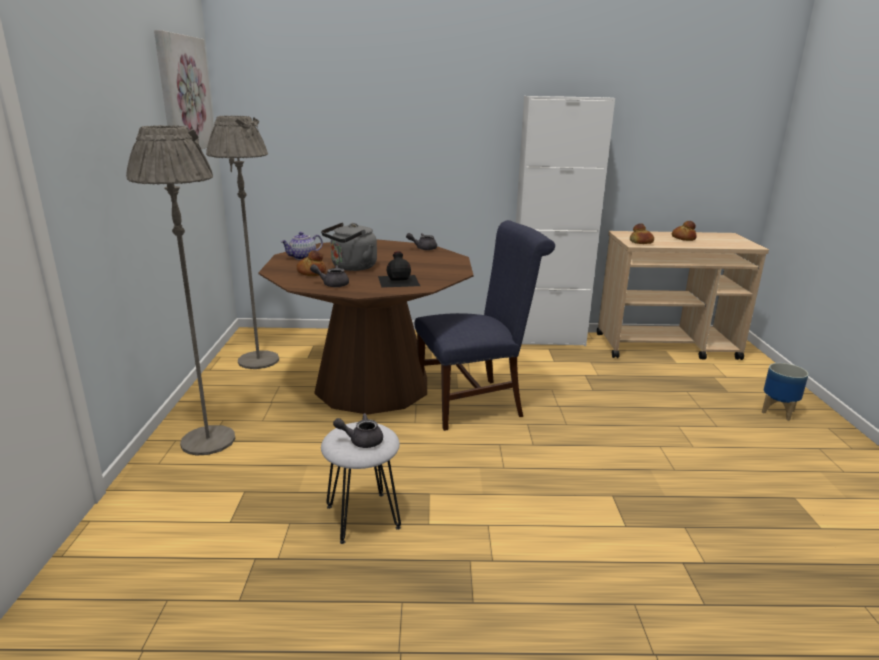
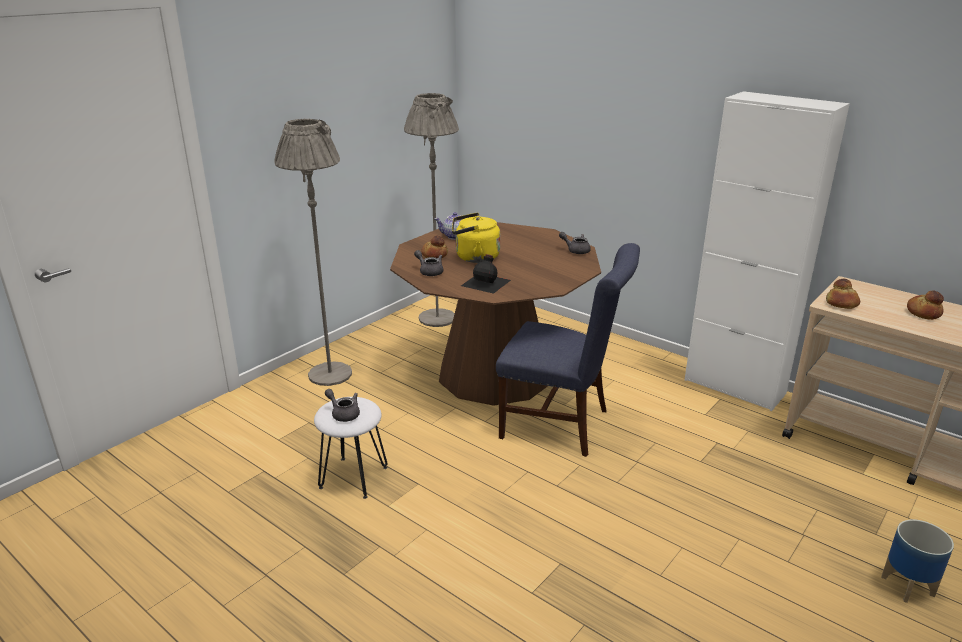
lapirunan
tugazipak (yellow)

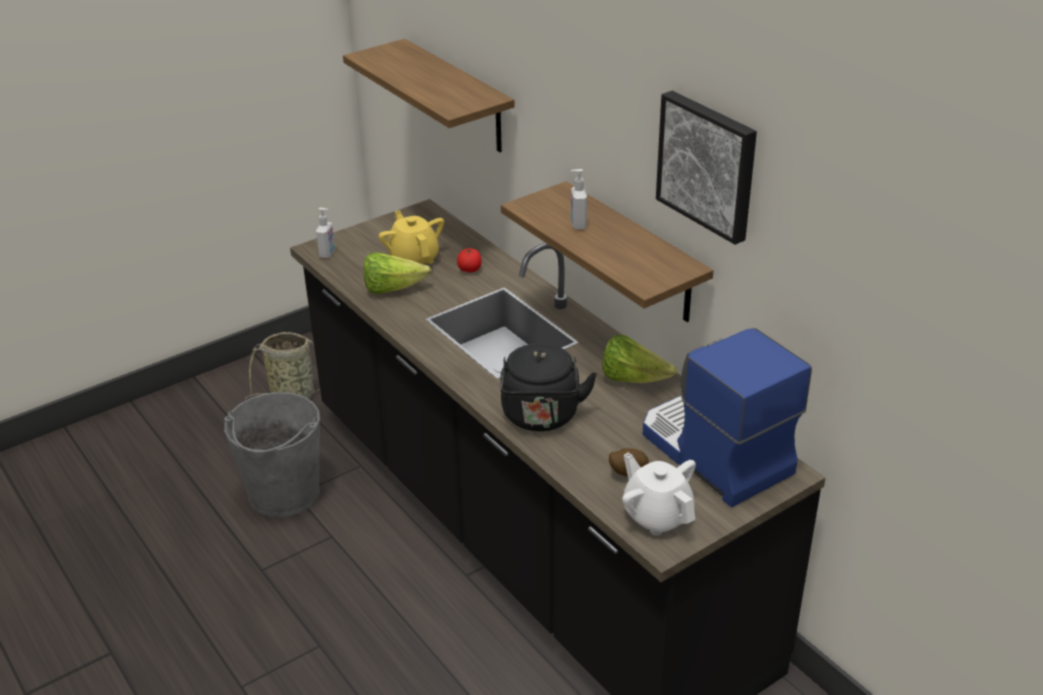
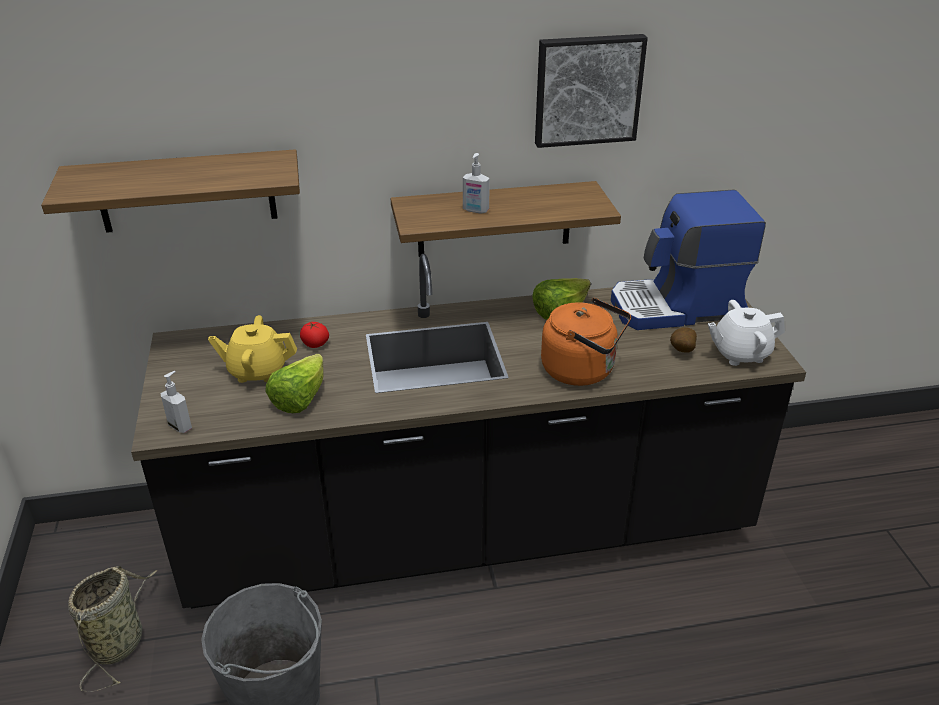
tugazipak (orange)

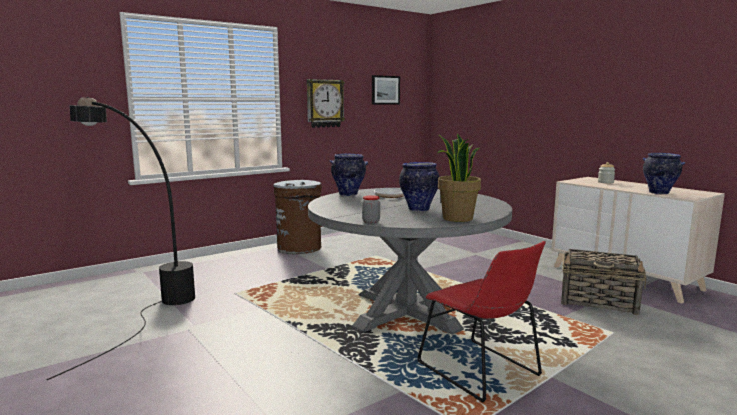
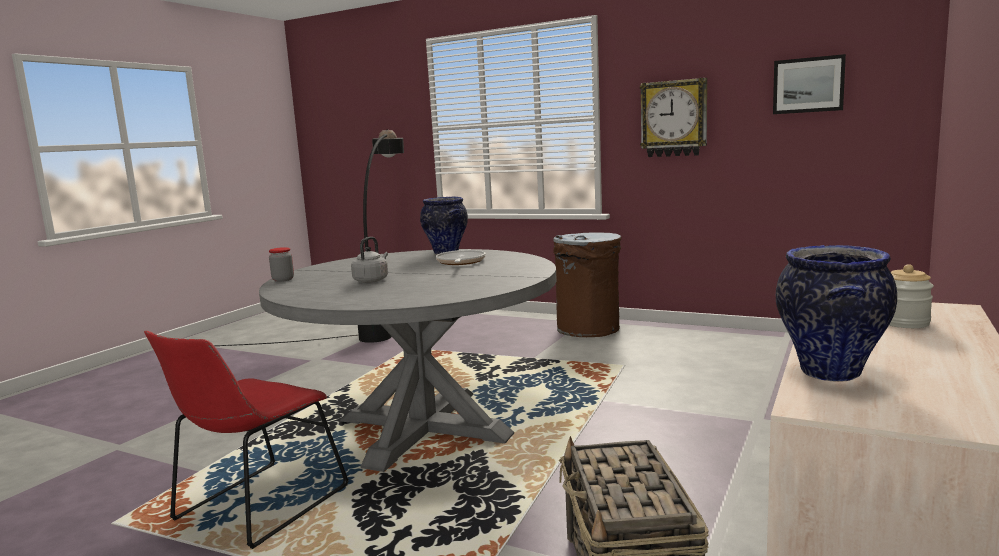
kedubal
tugazipak (grey)

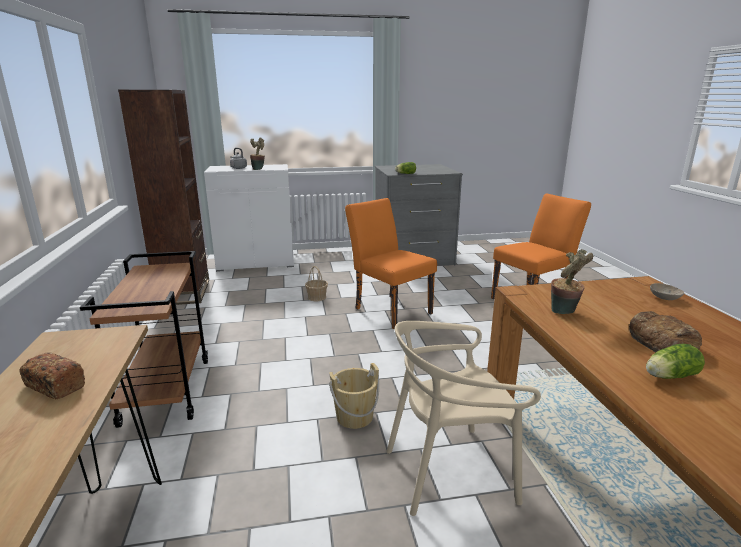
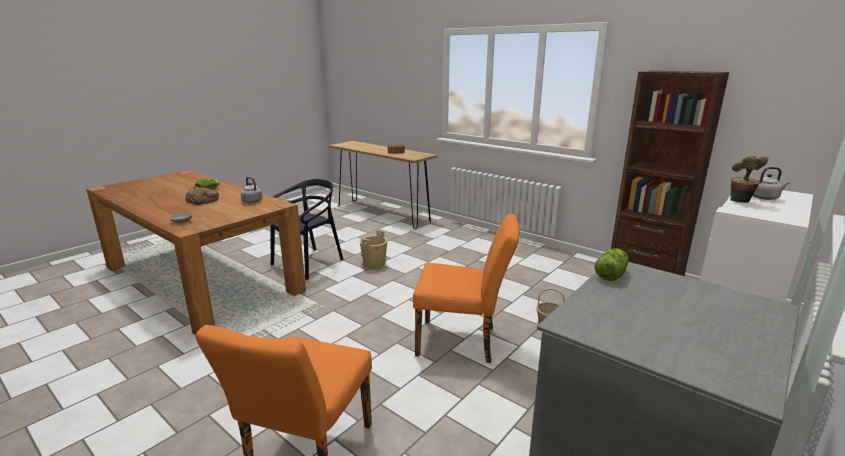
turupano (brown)
tugazipak (grey) (1st from left)
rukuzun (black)

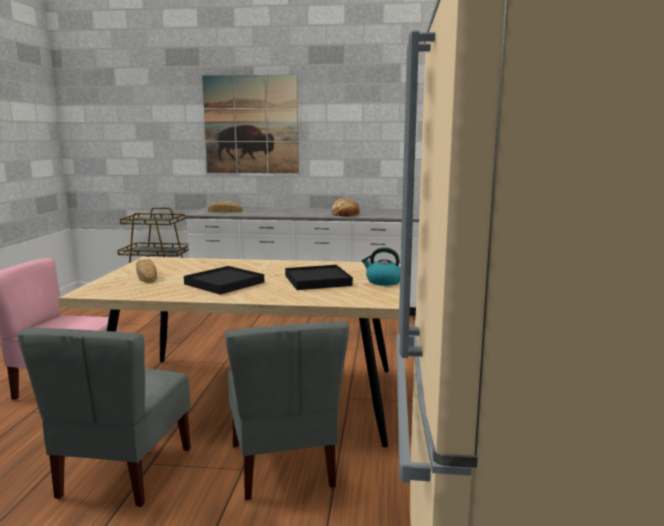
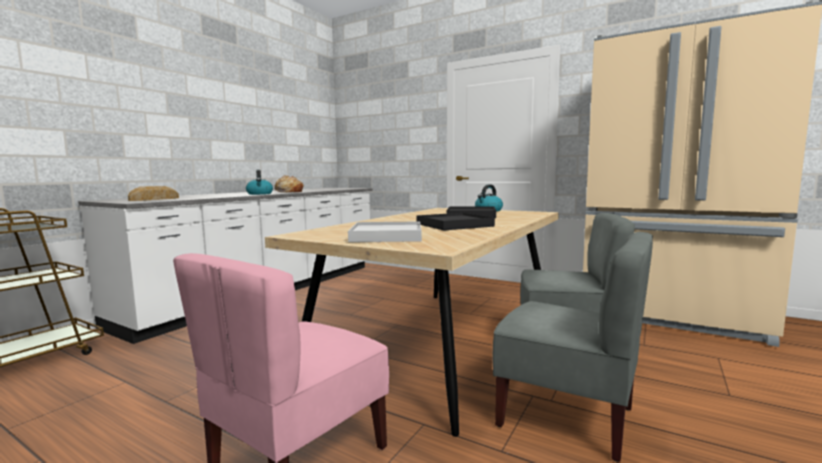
lapirunan
tugazipak (1st from left)
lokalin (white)

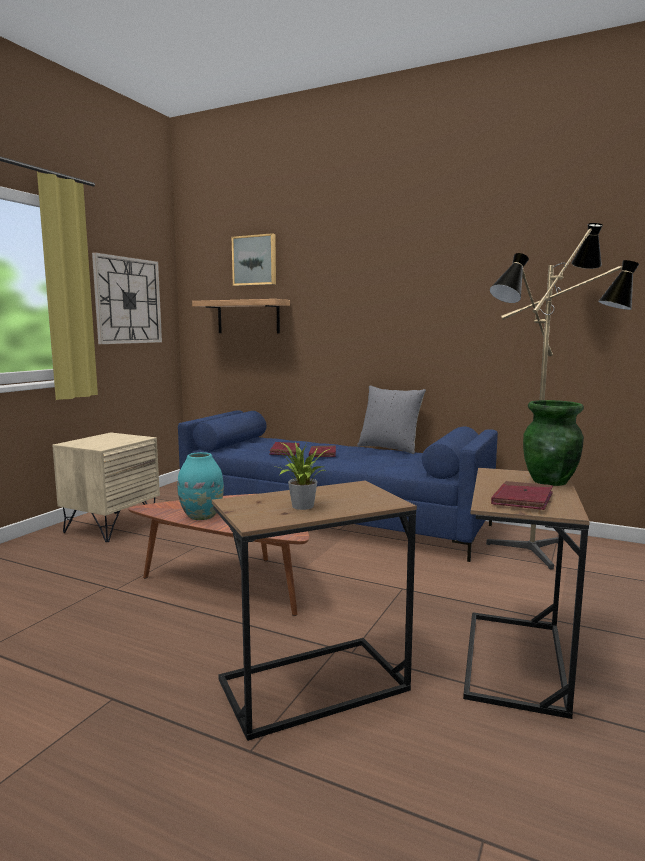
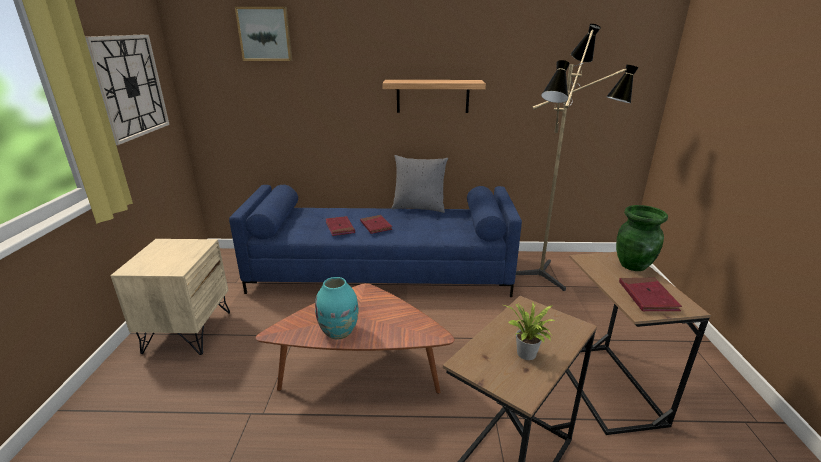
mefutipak

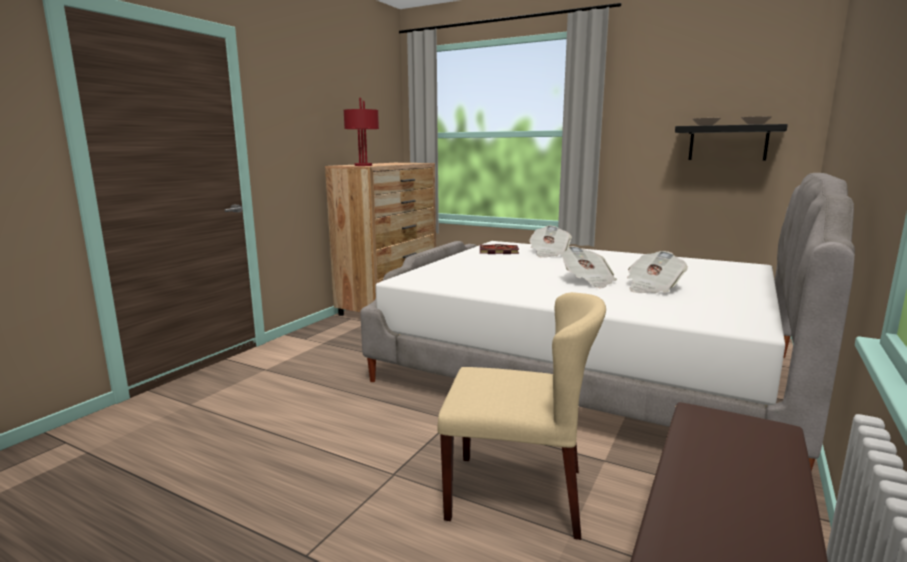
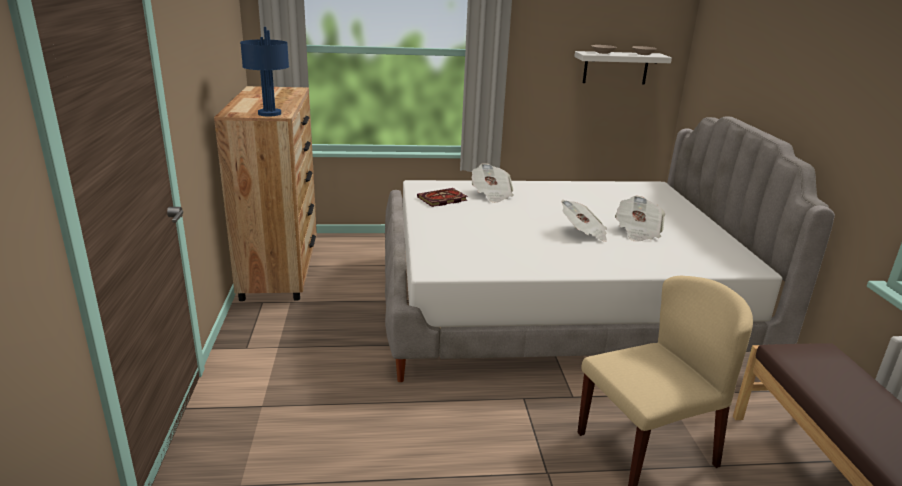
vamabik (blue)
mefutipak (white)

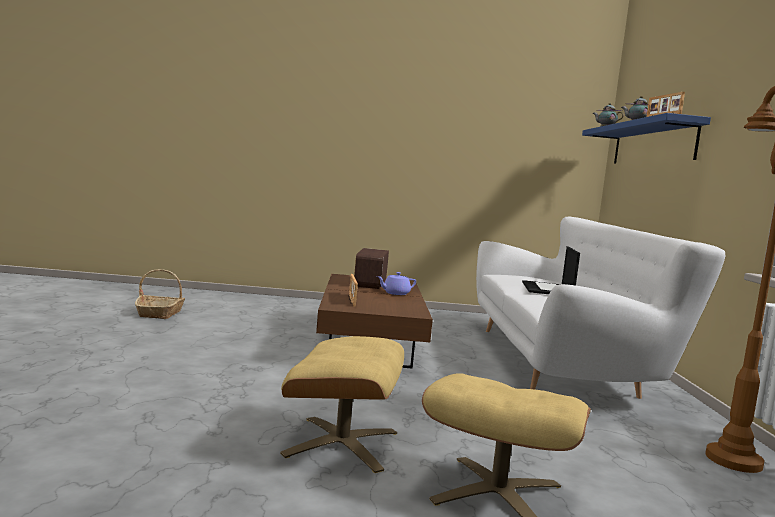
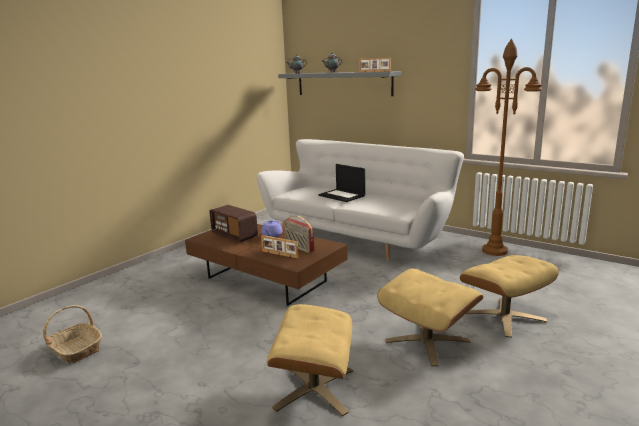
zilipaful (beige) (1st from left)
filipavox (2nd from left)
mefutipak (grey)

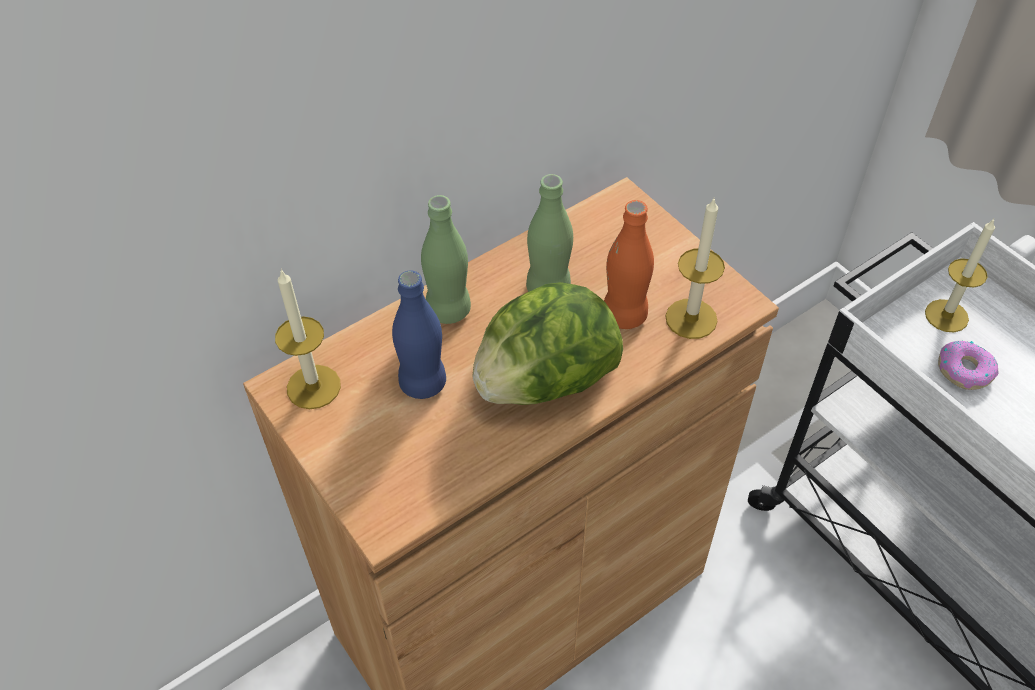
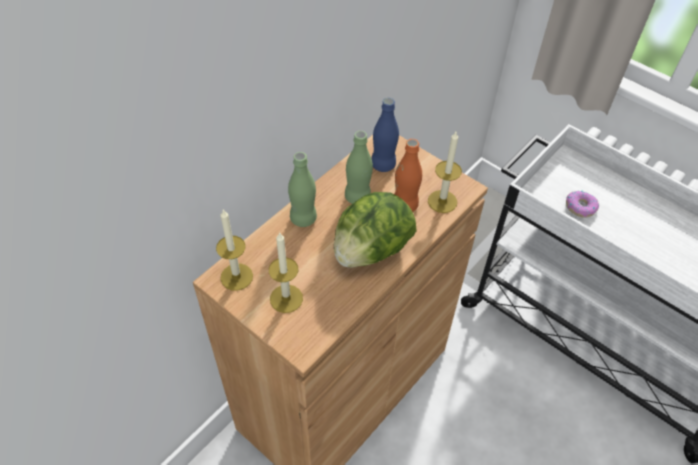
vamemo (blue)
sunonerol (2nd from left)

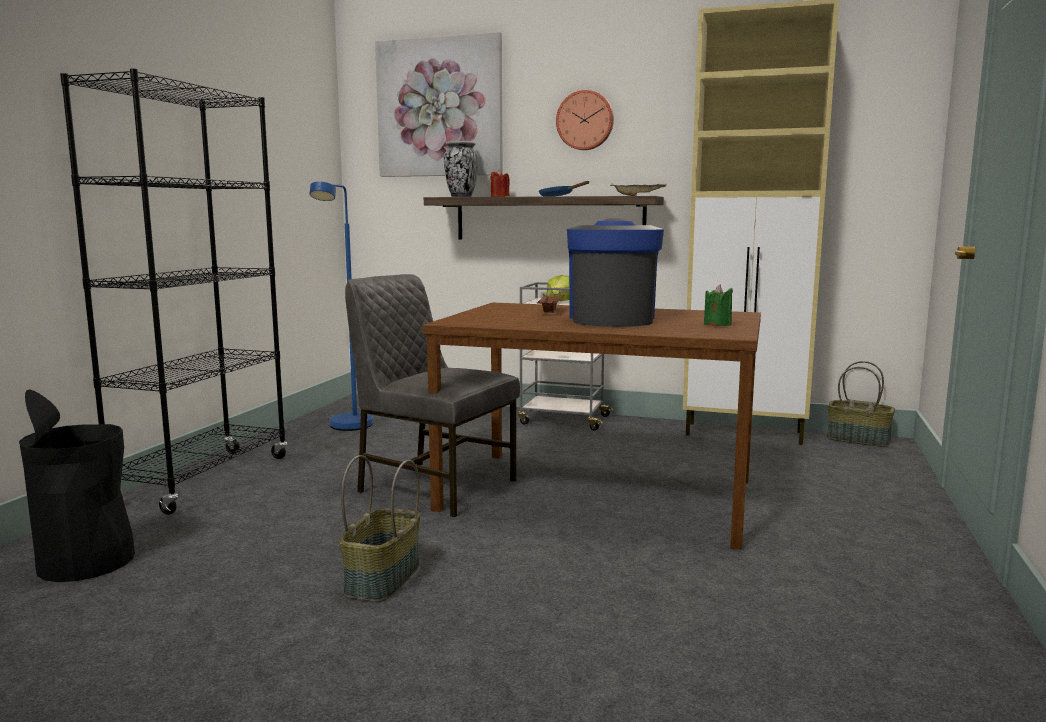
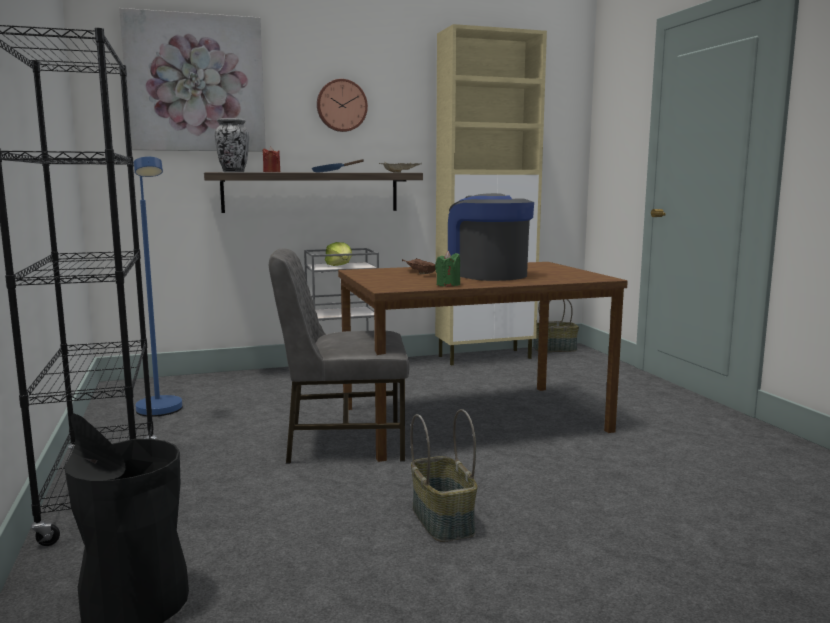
sunonerol (green)

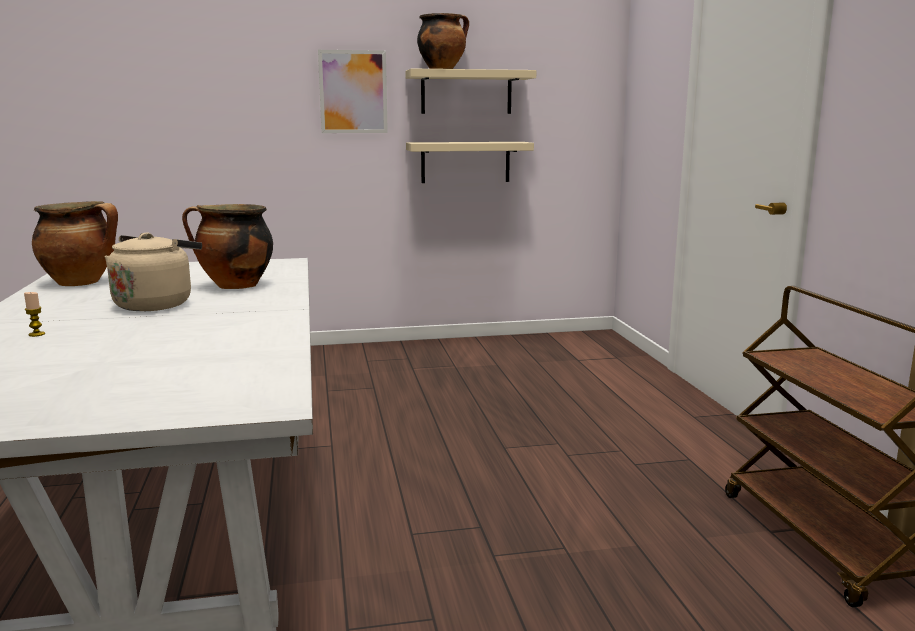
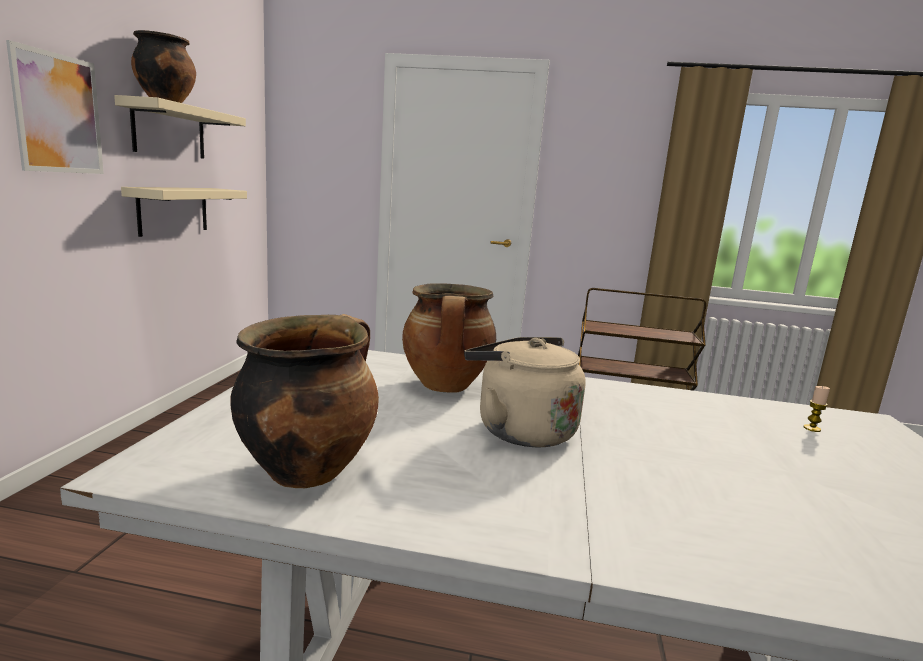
sunonerol

